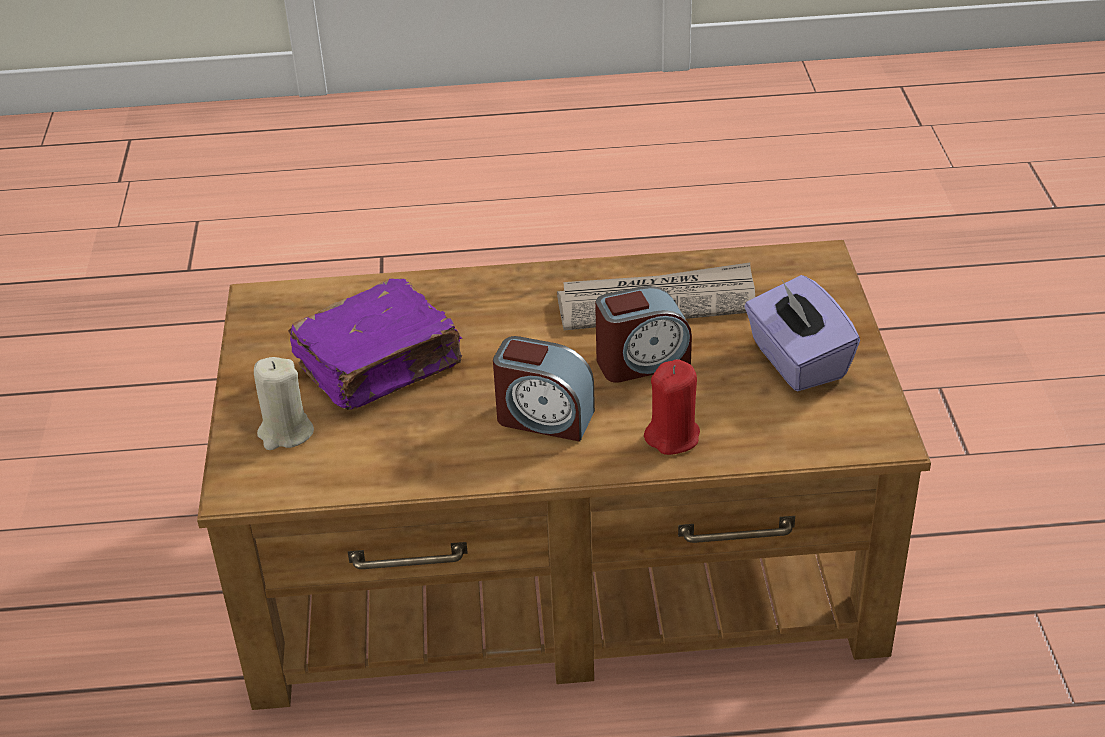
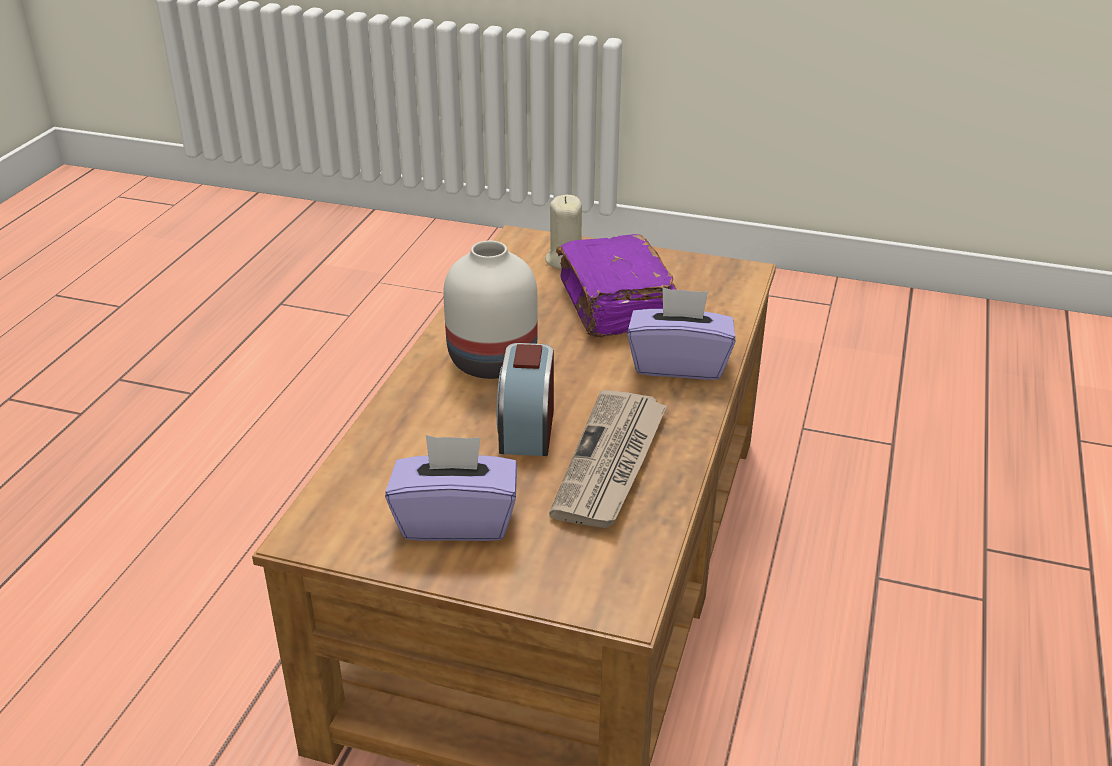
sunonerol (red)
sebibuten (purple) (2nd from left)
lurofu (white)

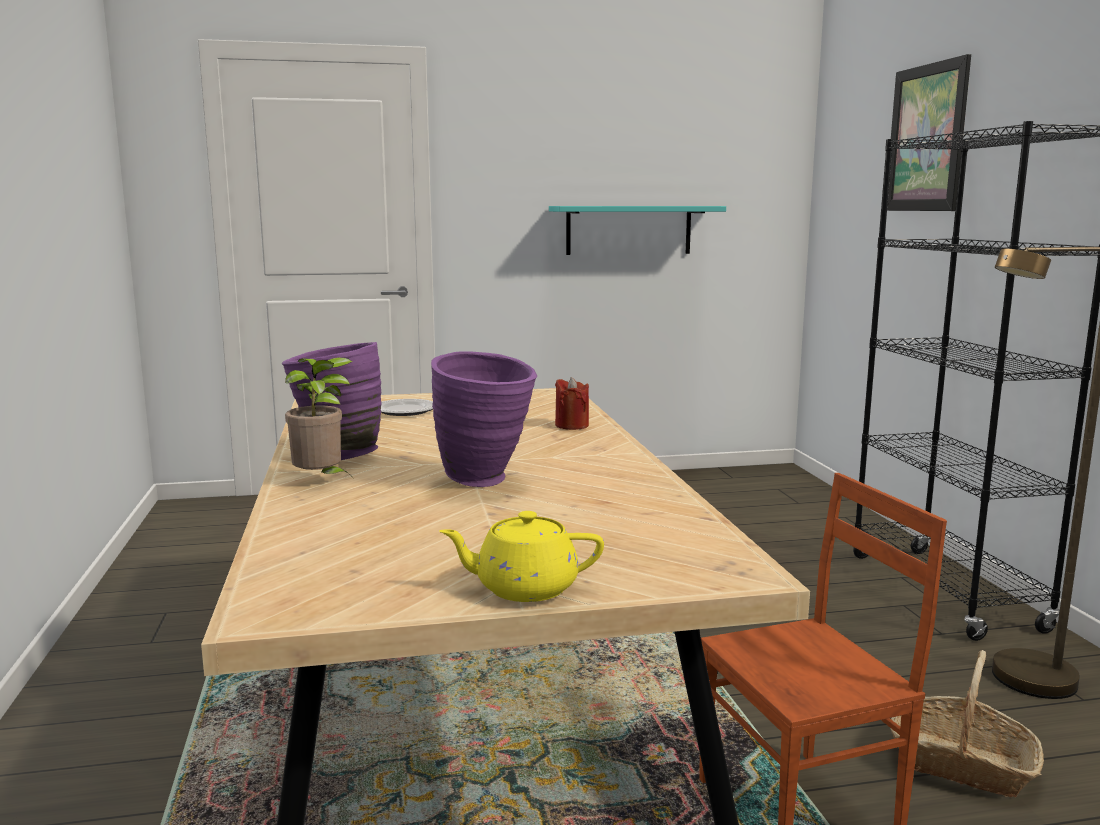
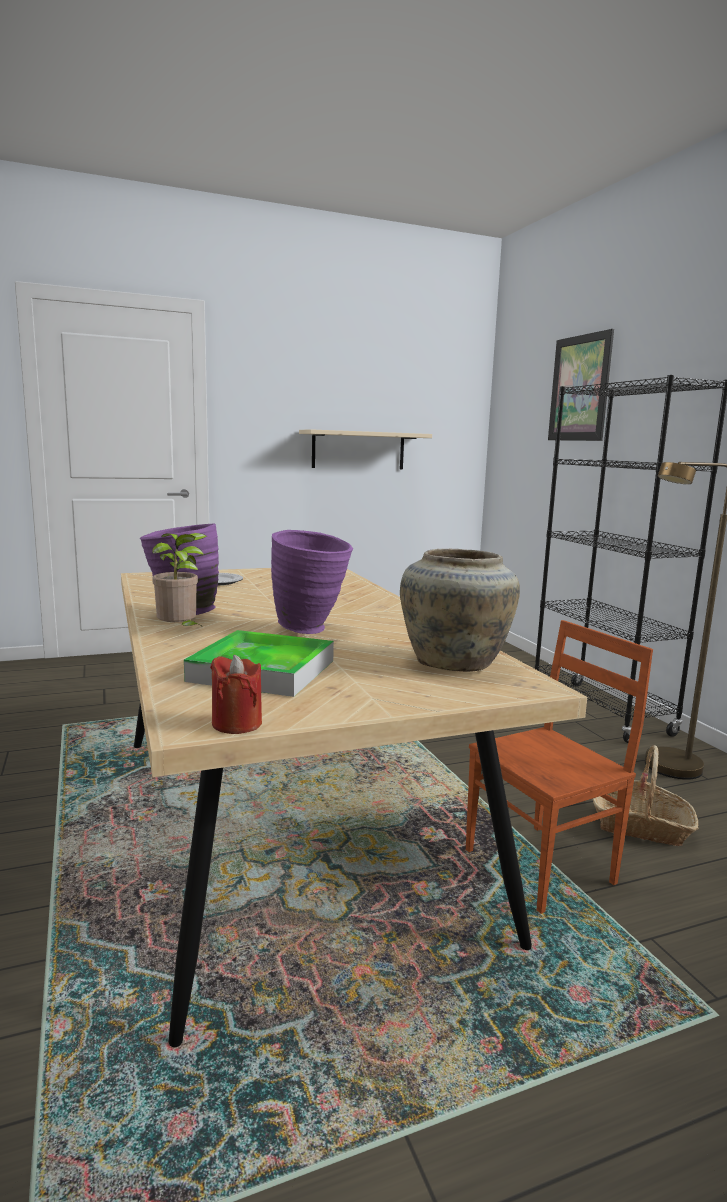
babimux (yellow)
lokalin
lurofu (beige)
sunonerol (red)
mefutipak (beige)

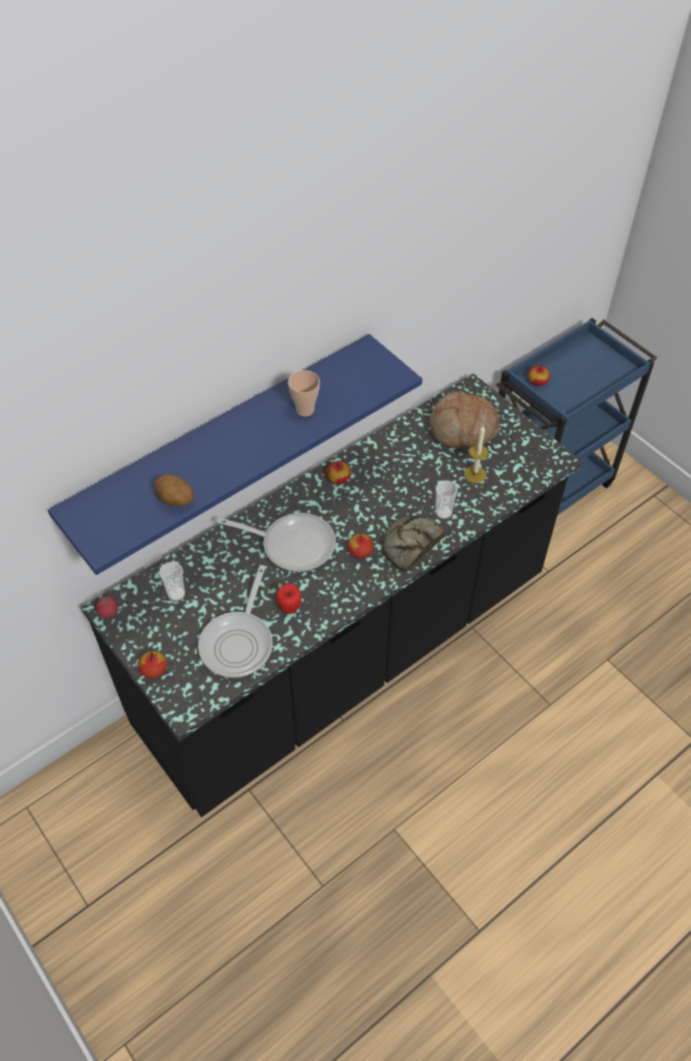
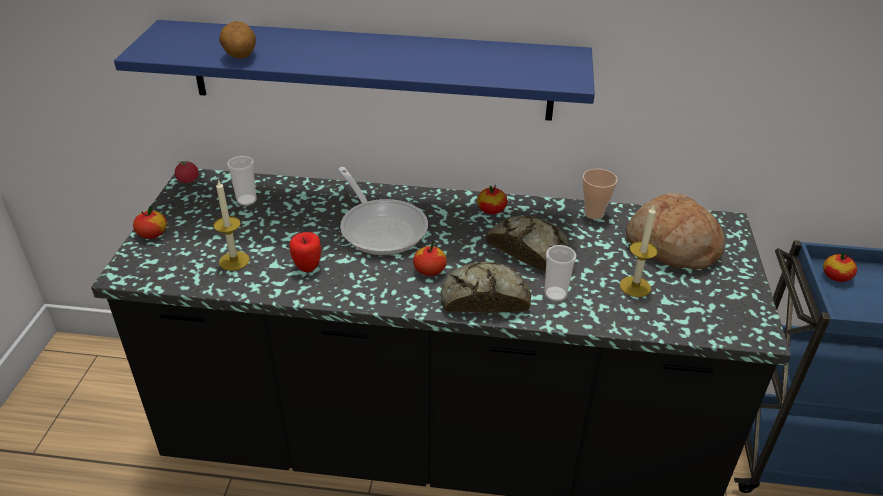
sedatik (2nd from left)
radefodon (3rd from left)
sunonerol (1st from left)

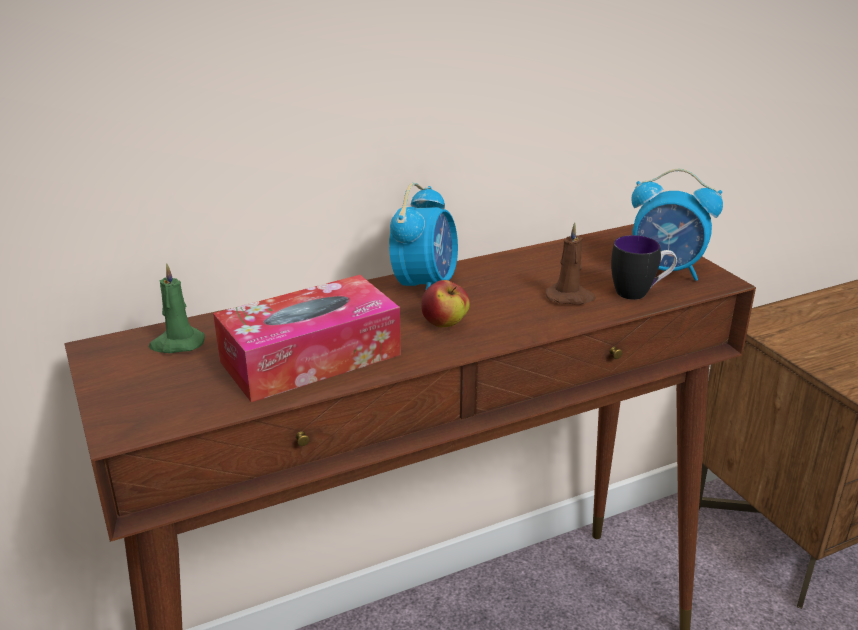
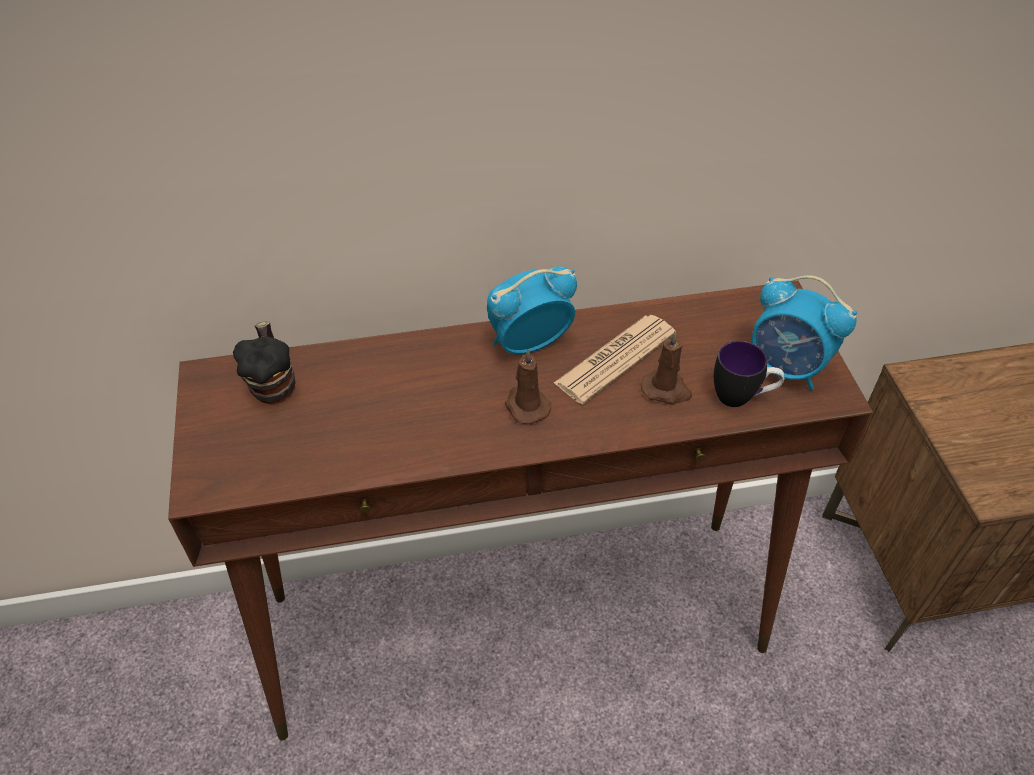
sebibuten
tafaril
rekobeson (1st from left)
sunonerol (brown) (1st from left)
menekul (1st from left)

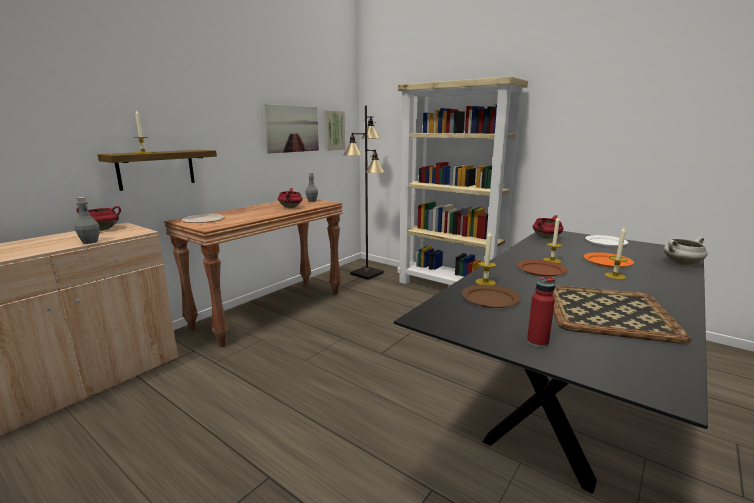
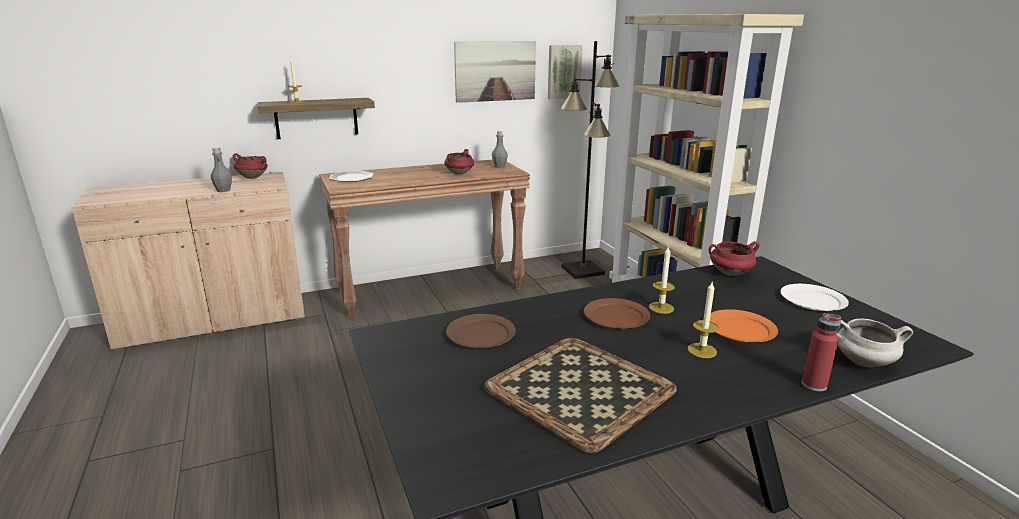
sunonerol (2nd from left in the first image)
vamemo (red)

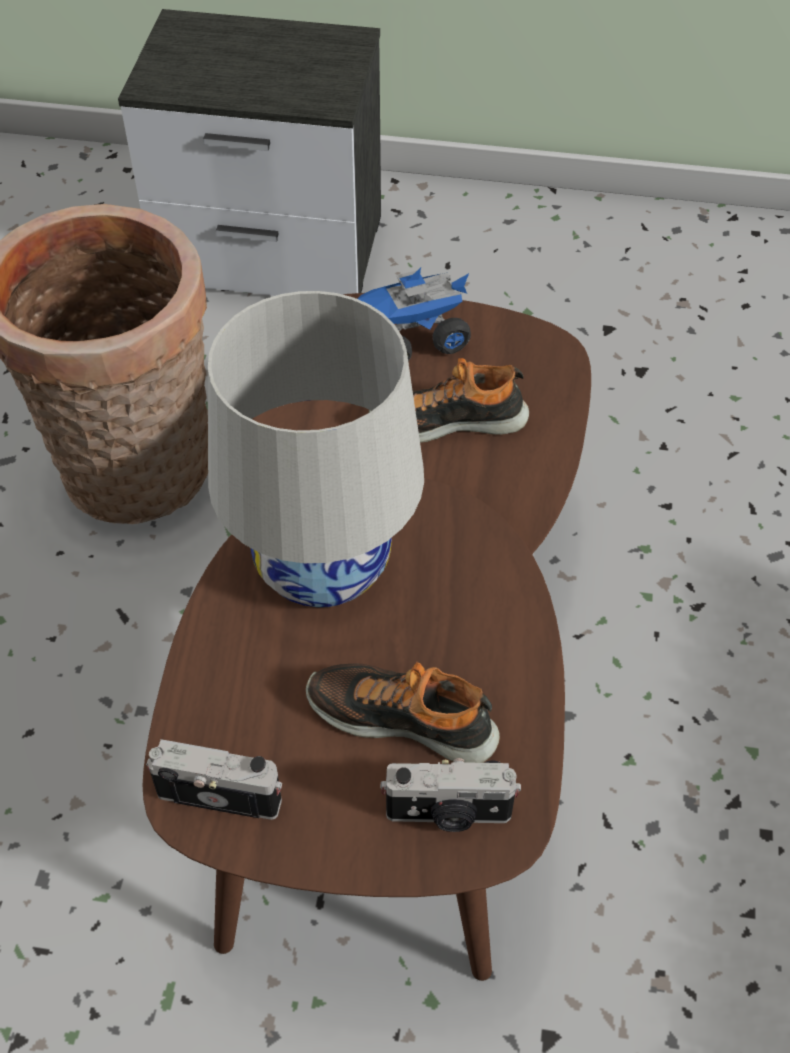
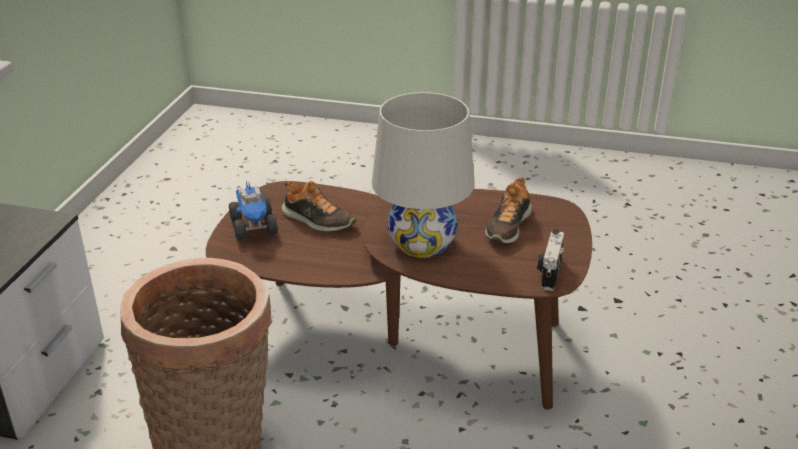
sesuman (2nd from left in the first image)
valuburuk (1st from left)

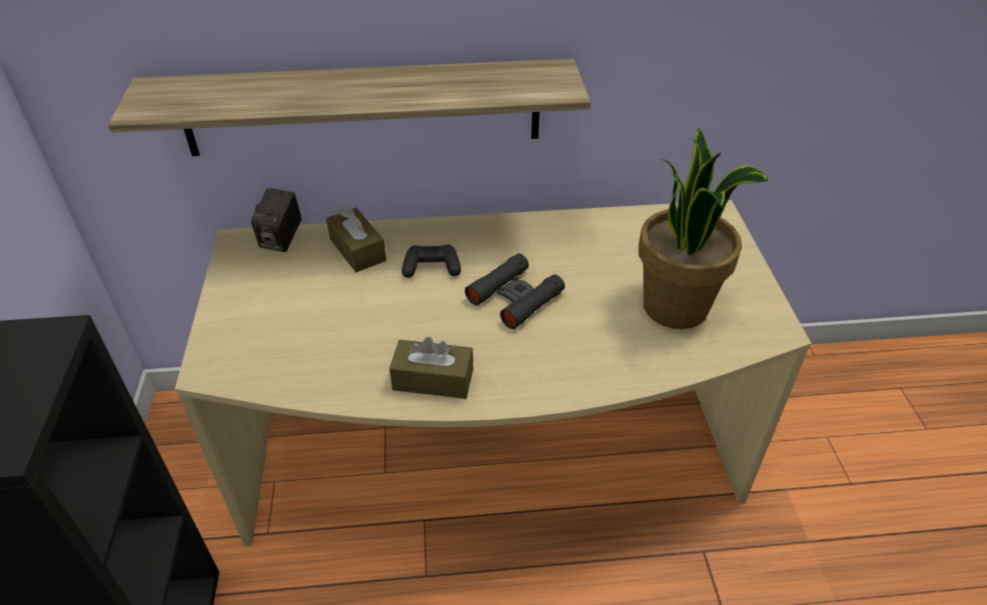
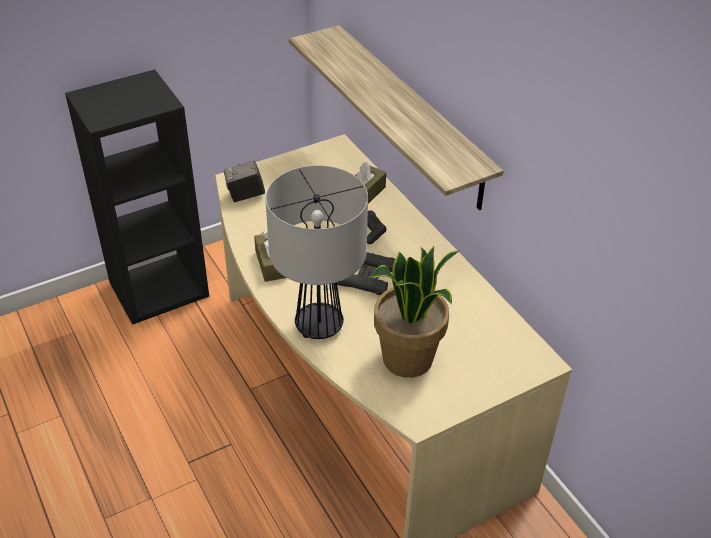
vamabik
sesuman

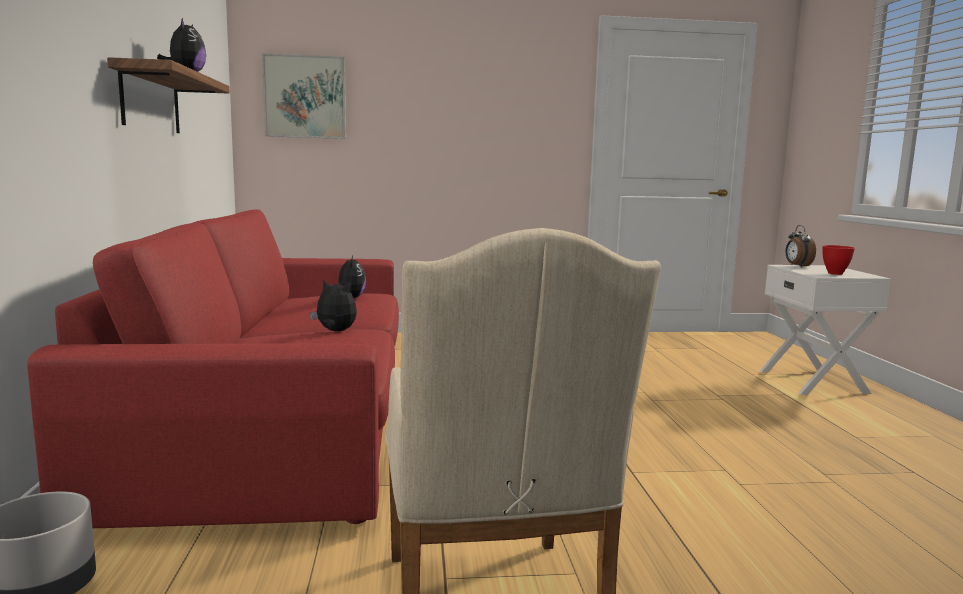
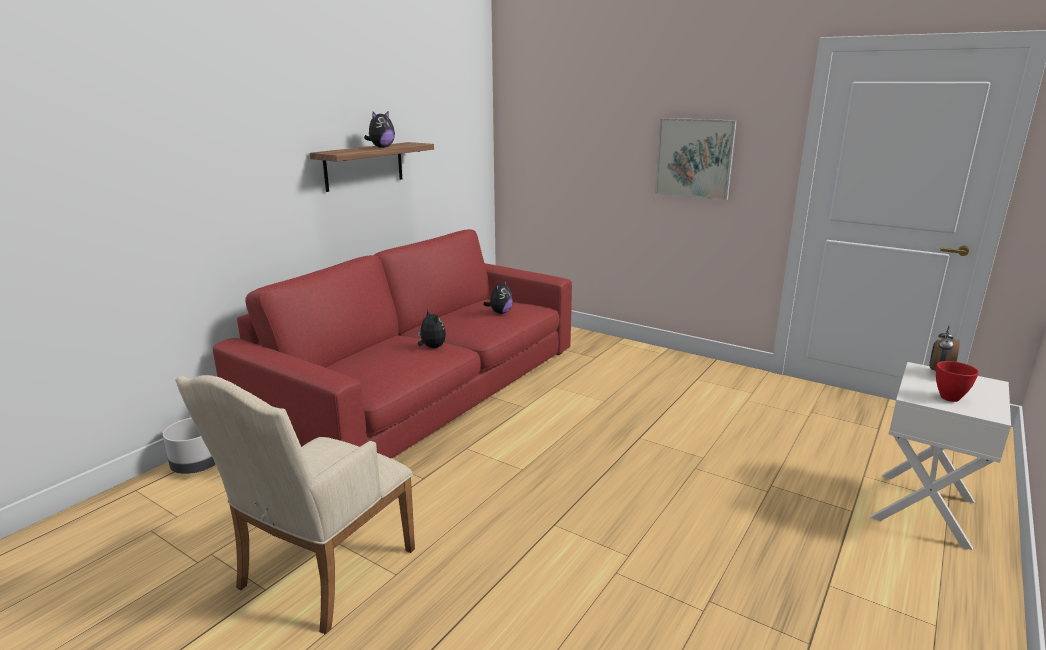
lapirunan

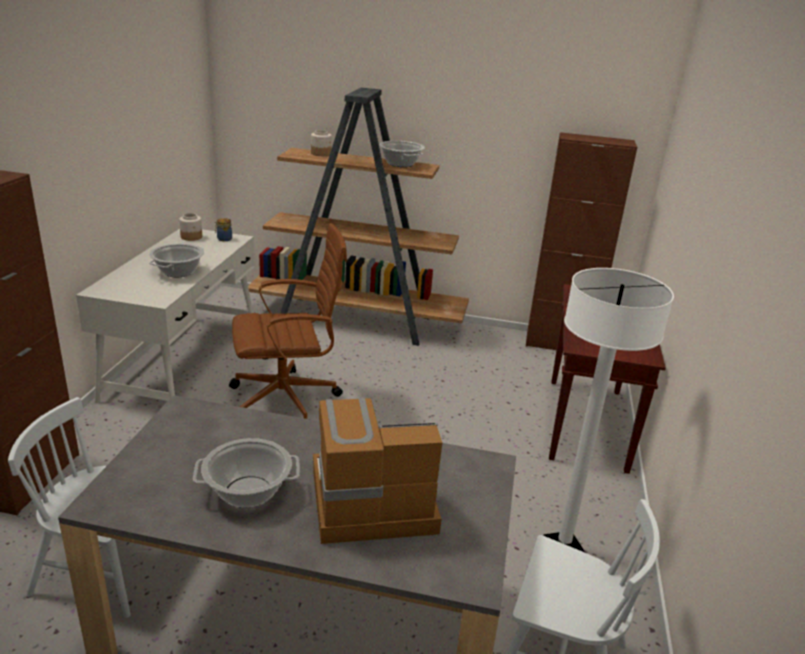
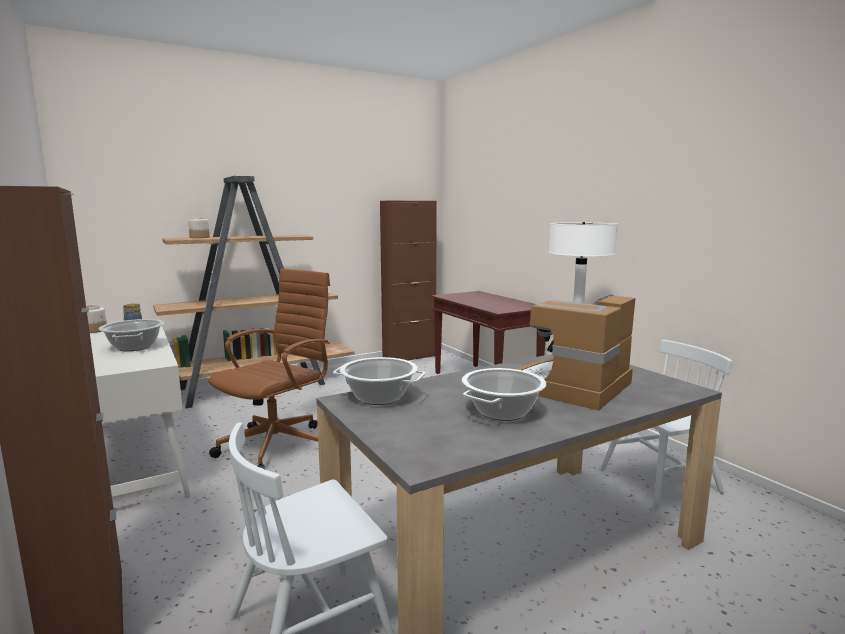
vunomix (2nd from left)

